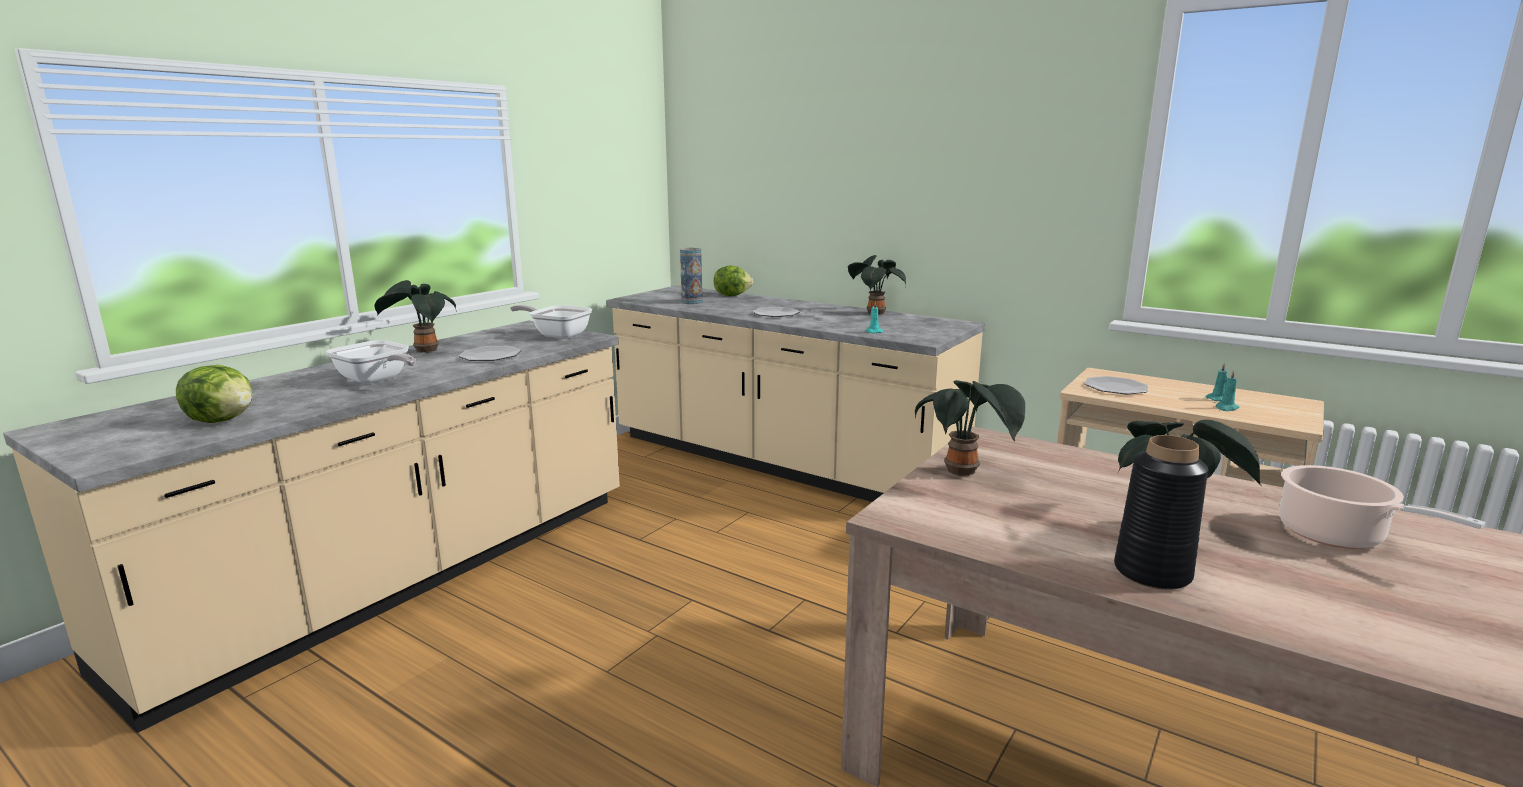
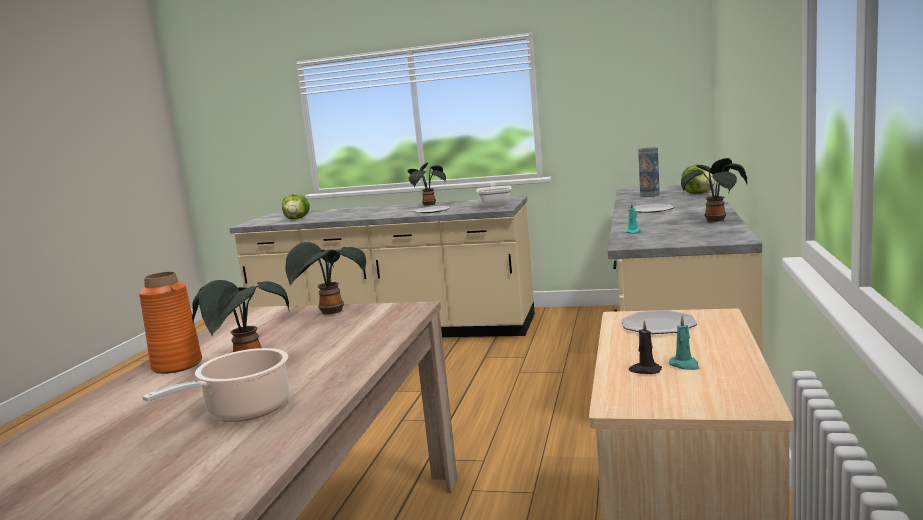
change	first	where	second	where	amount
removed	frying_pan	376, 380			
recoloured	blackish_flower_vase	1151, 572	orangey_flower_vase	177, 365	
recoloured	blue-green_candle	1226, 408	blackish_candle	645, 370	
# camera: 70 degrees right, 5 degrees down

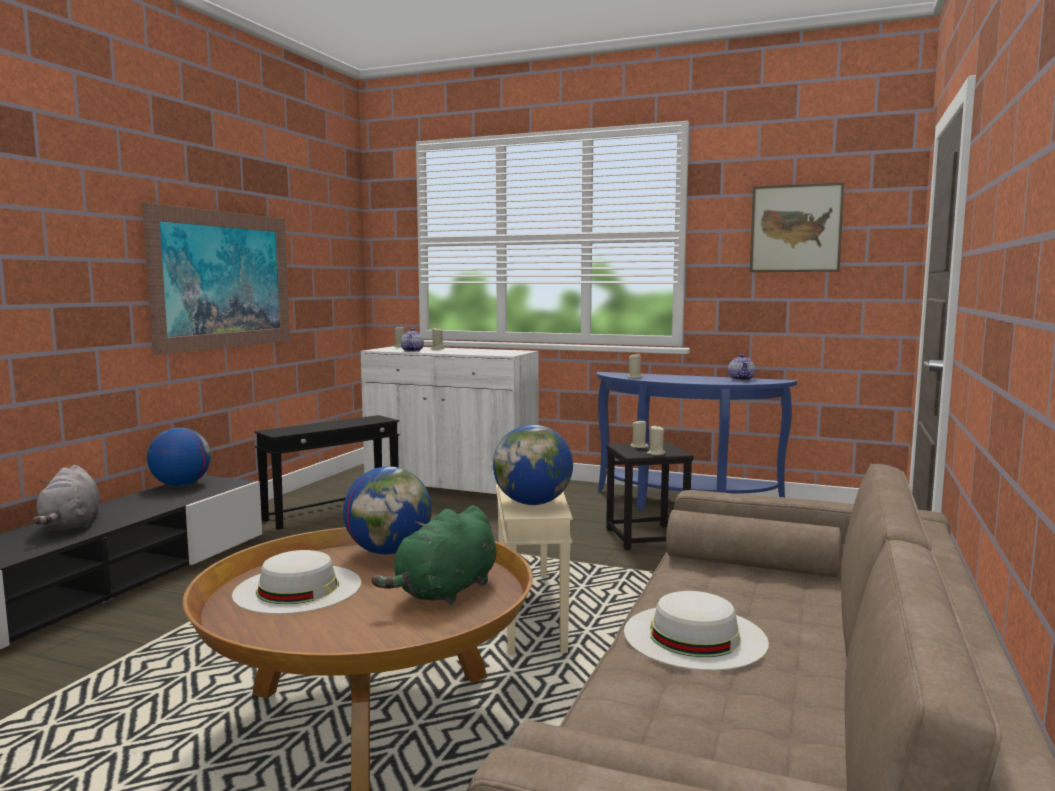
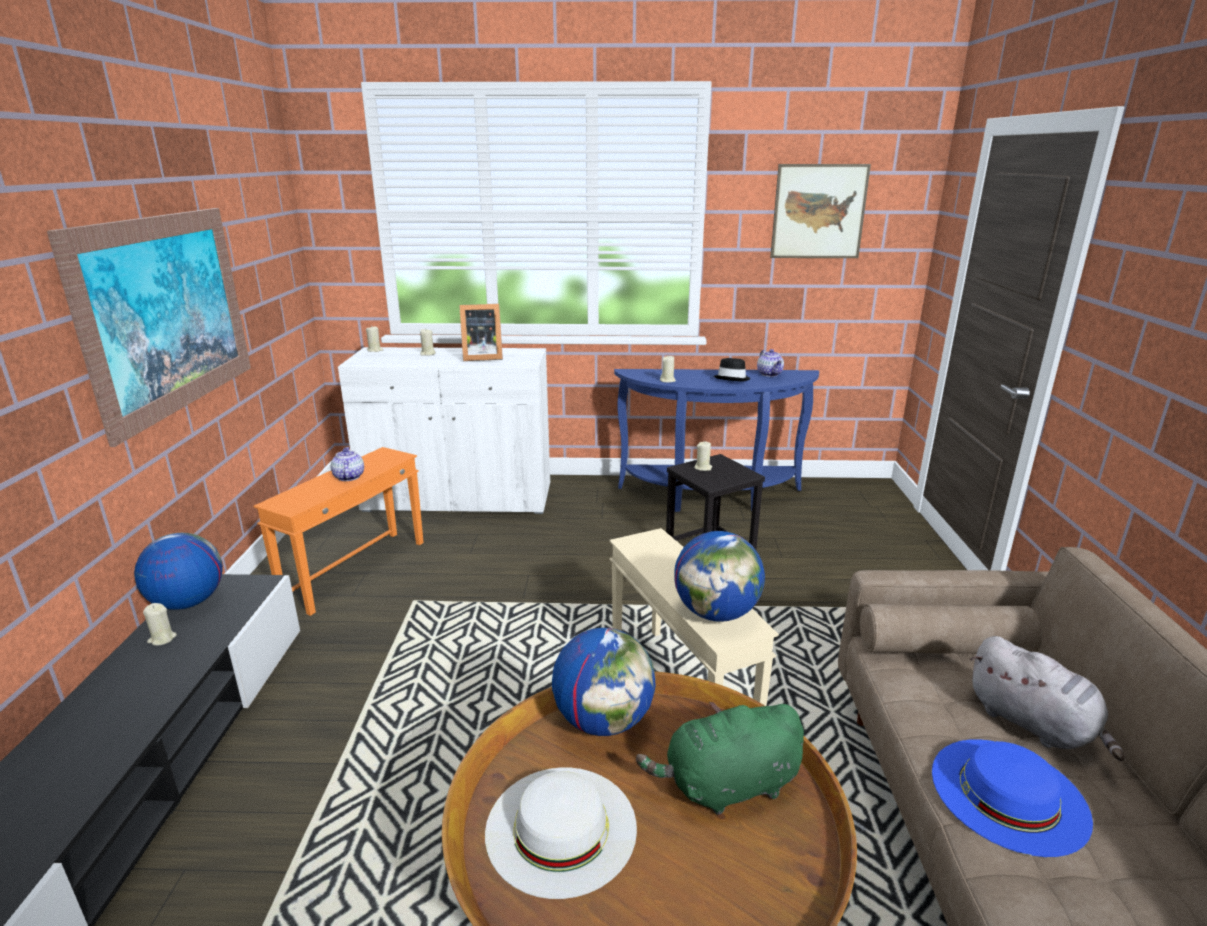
change	first	where	second	where	amount
added			photo_frame	481, 357	
added			blackish_hat	732, 378	
moved	greyish_plush_toy	71, 525		1034, 725	
moved	pot_for_tea	412, 351		348, 477	
moved	sand-coloured_candle	656, 453		162, 639	
recoloured	blackish_accent_table	333, 512	orangey_accent_table	357, 571	
recoloured	whitish_hat	694, 636	blue_hat	1008, 794	
turned	green-coloured_plush_toy	445, 592		726, 786	60 degrees clockwise
# camera: 20 degrees left, 15 degrees up

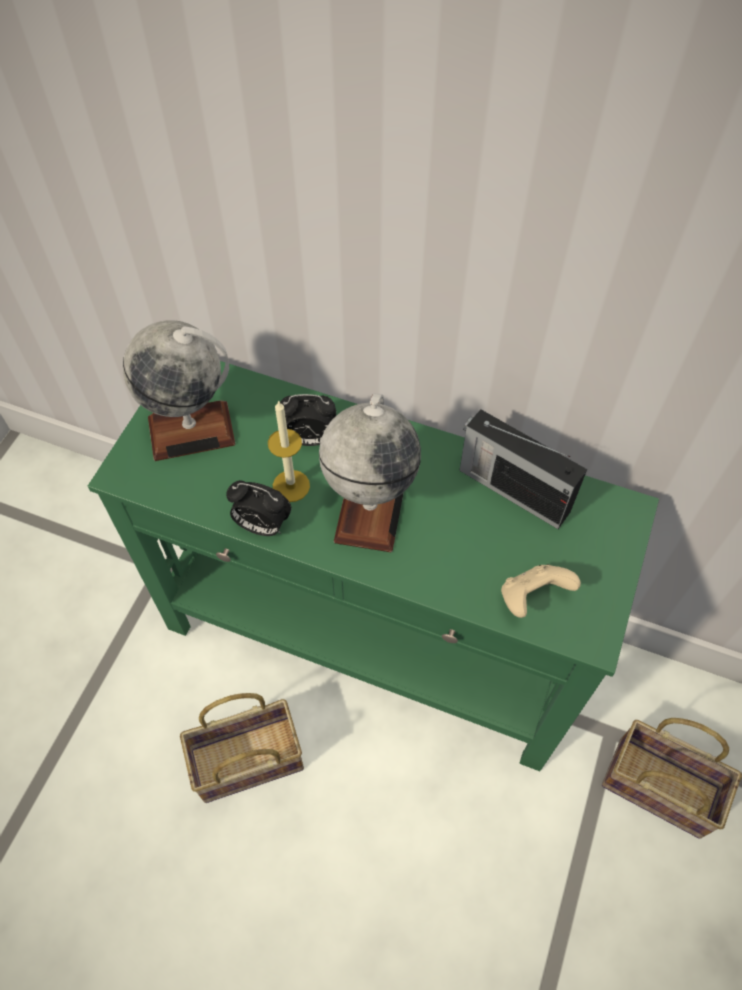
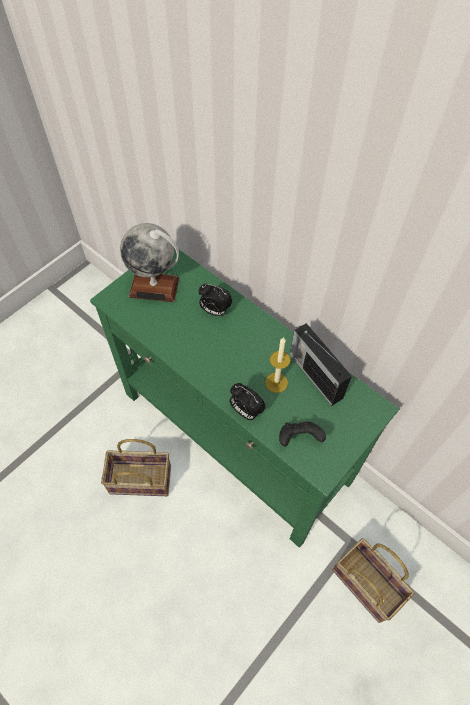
change	first	where	second	where	amount
removed	world_globe	370, 510			
moved	table_clock	262, 525		245, 411	
moved	candle	291, 486		276, 382	
recoloured	sand-coloured_joypad	532, 597	blackish_joypad	299, 438	
# camera: 20 degrees right, 0 degrees up

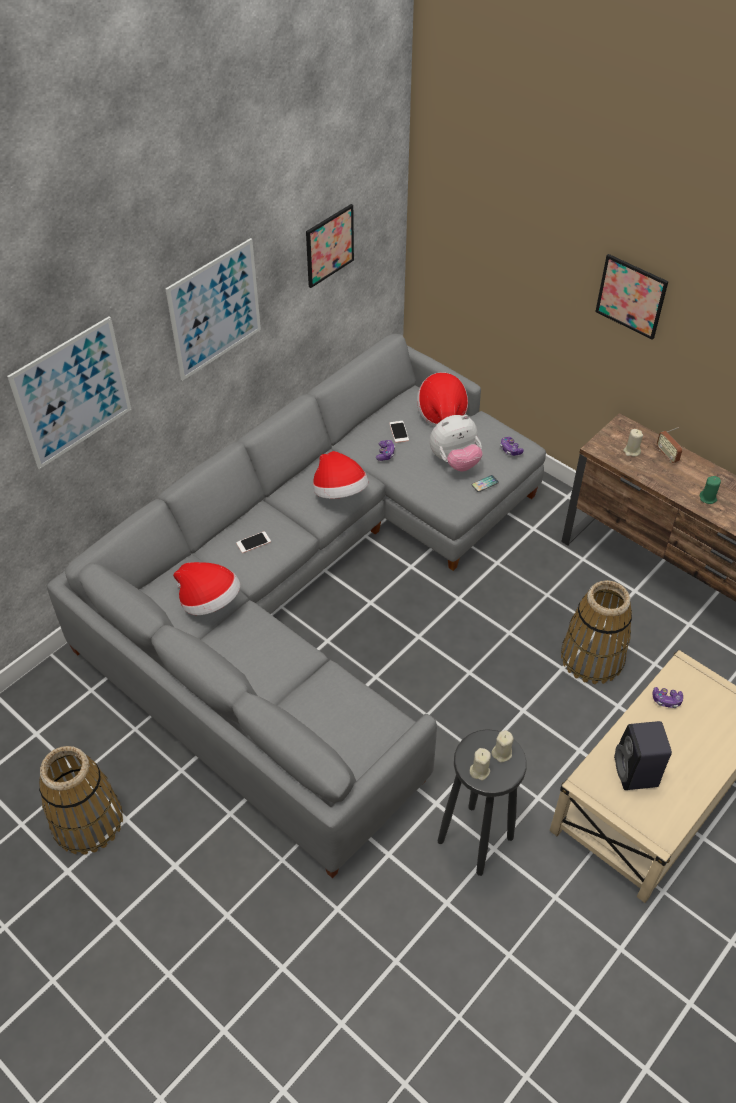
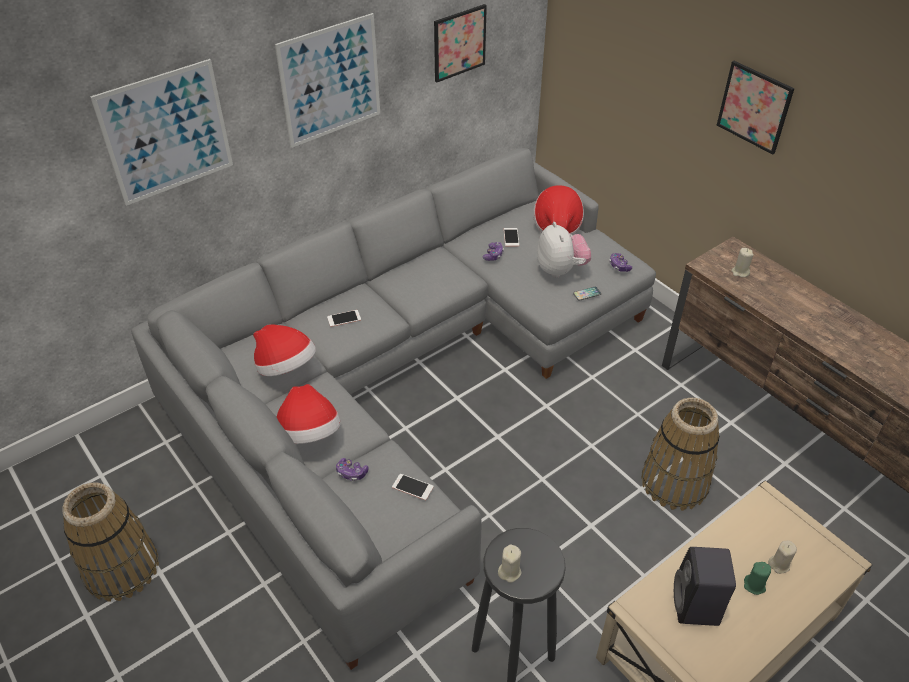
change	first	where	second	where	amount
removed	radio_receiver	667, 455			
added			phone	412, 487	
moved	hat	340, 493		309, 434	
moved	sand-coloured_candle	502, 753		779, 564	
moved	joypad	666, 700		351, 473	
moved	green-coloured_candle	708, 498		754, 585	
turned	plush_toy	455, 461		561, 270	90 degrees counterclockwise
# camera: 10 degrees right, 5 degrees down

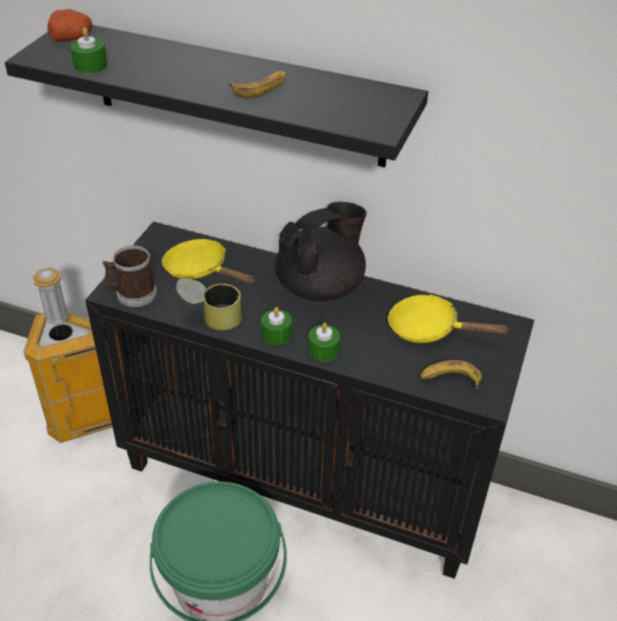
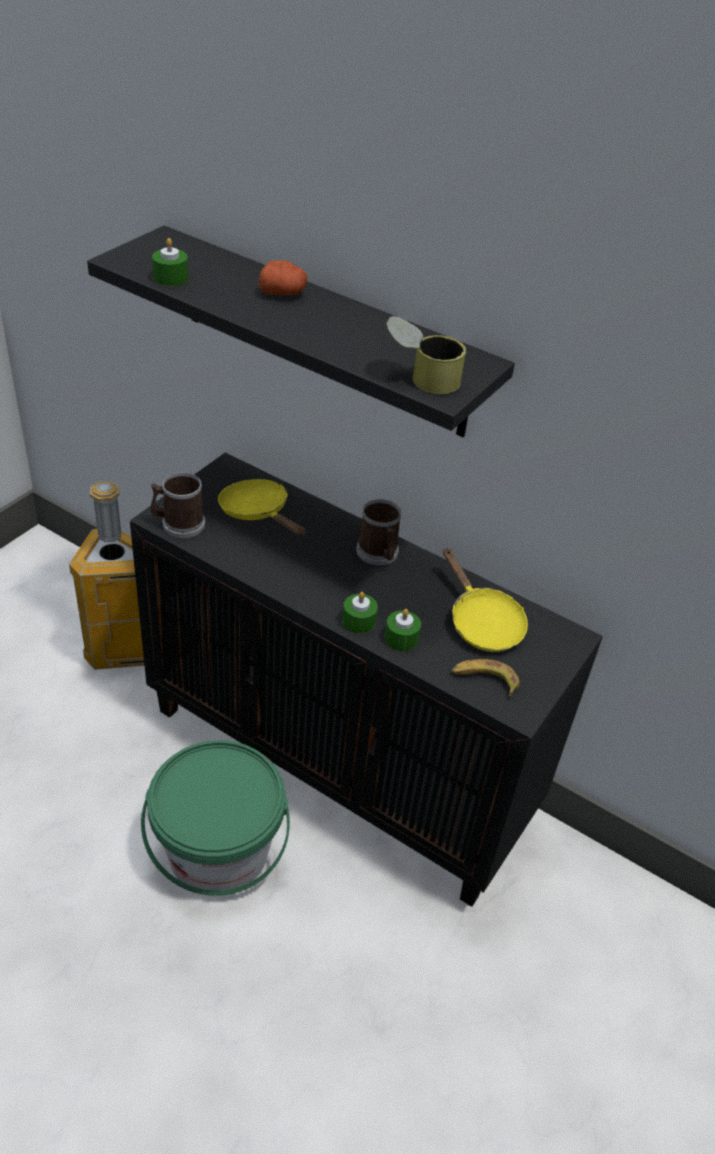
change	first	where	second	where	amount
removed	banana	261, 88			
moved	potato	72, 38		283, 293	
moved	metal_can	211, 317		421, 378	
moved	green-coloured_candle	276, 334		401, 638	
replaced	blackish_pot_for_tea	321, 286	tea_mug	379, 554	
turned	yellowish_frying_pan	429, 329		481, 622	150 degrees counterclockwise
# camera: 10 degrees right, 0 degrees up

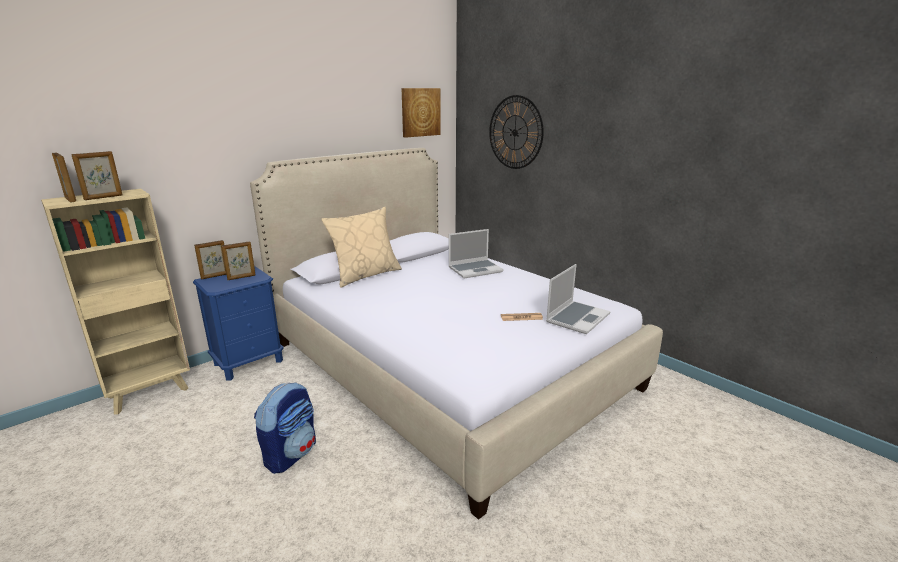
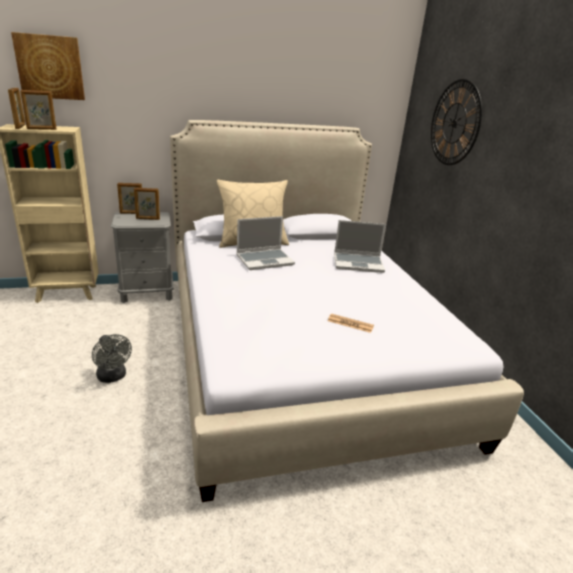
change	first	where	second	where	amount
moved	wall_picture	420, 112		50, 67	
moved	notebook_computer	577, 318		265, 260	
replaced	rucksack	291, 454	greyish_cooling_fan	113, 377	
recoloured	blue_nightstand	249, 362	greyish_nightstand	147, 293	
# camera: 25 degrees right, 5 degrees up

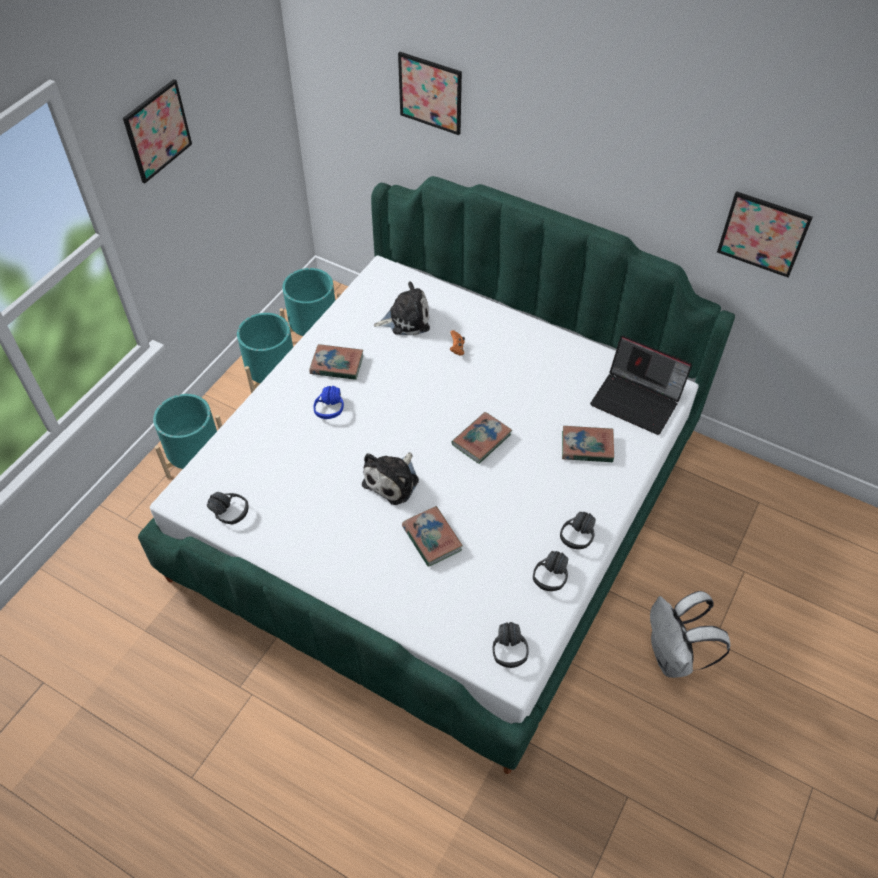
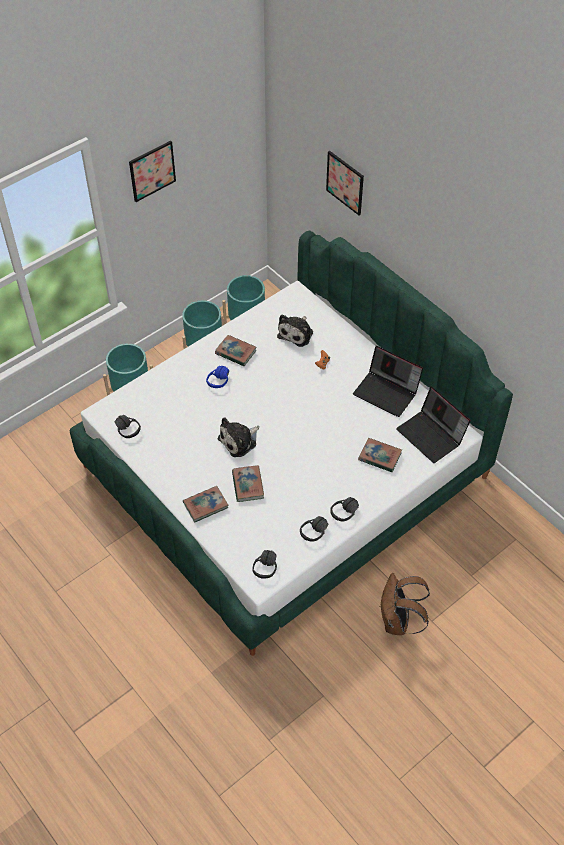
change	first	where	second	where	amount
removed	wall_picture	763, 234			
added			notebook_computer	387, 392	
moved	book	481, 440		205, 505	
recoloured	whitish_rucksack	673, 657	brown_rucksack	398, 622	
turned	plush_toy	406, 319		296, 333	105 degrees clockwise
# camera: 20 degrees right, 0 degrees up

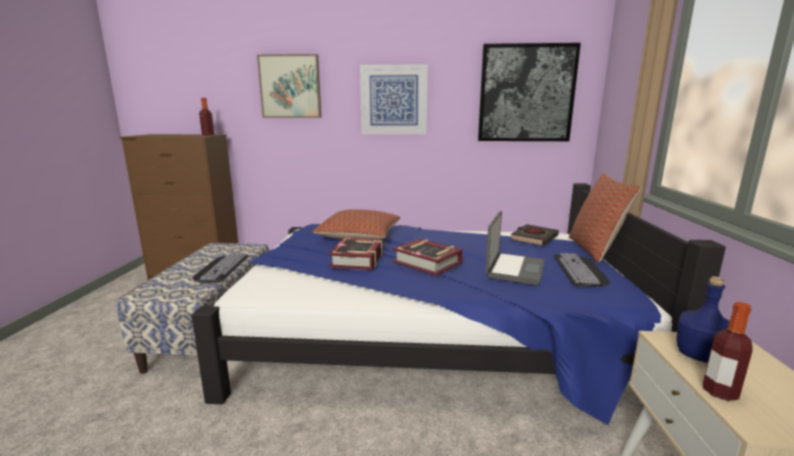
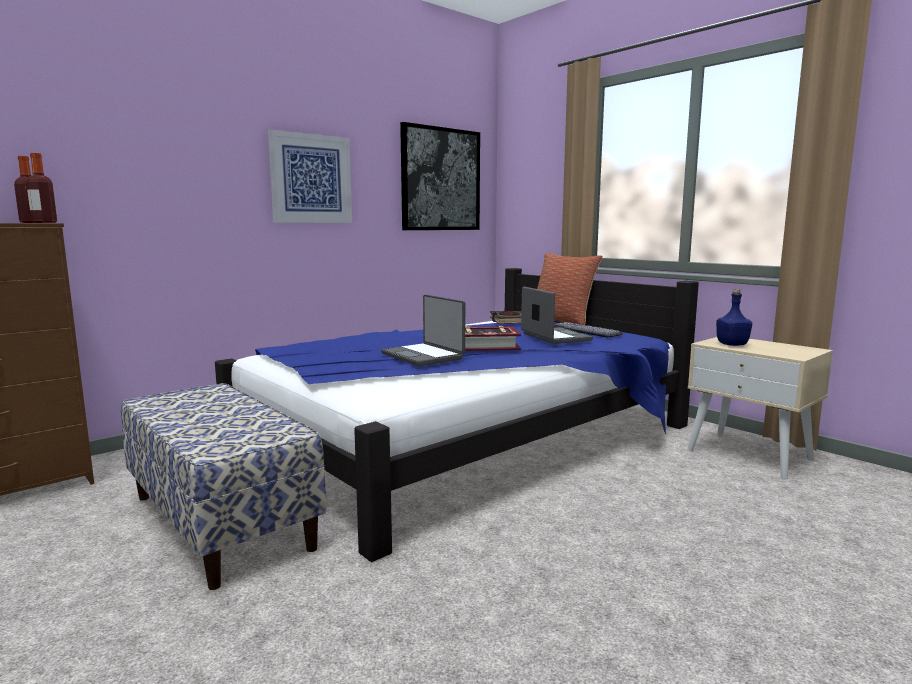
change	first	where	second	where	amount
removed	keyboard	220, 268			
removed	wall_picture	290, 86			
removed	pillow	359, 236			
moved	drink_bottle	719, 392		44, 222	
replaced	book	358, 259	notebook_computer	423, 356	
# camera: 45 degrees left, 5 degrees down

